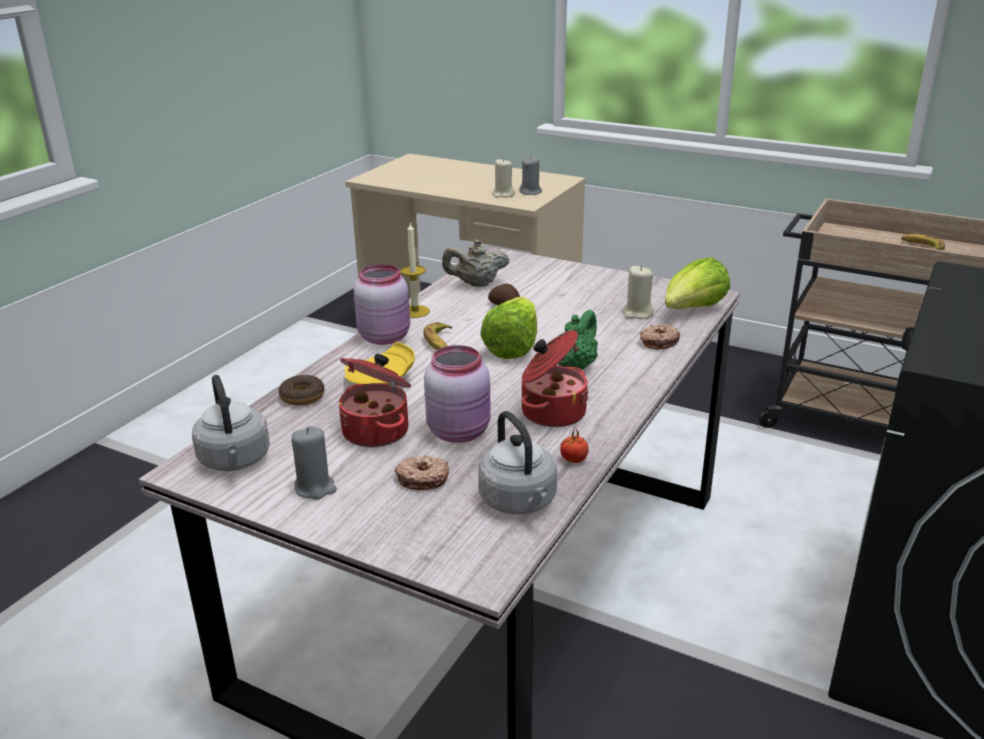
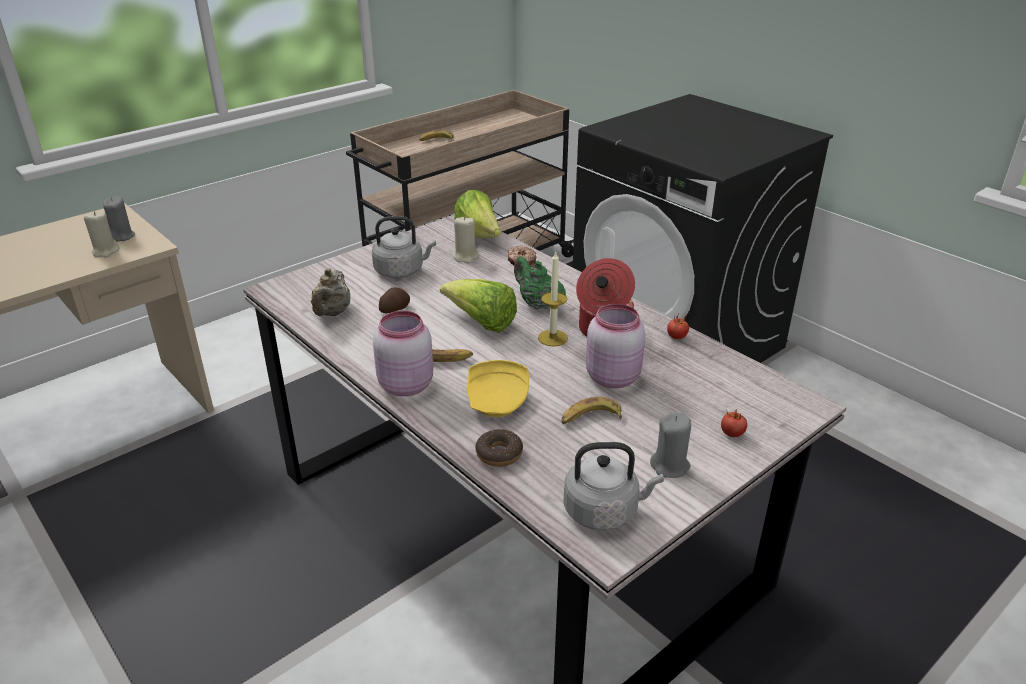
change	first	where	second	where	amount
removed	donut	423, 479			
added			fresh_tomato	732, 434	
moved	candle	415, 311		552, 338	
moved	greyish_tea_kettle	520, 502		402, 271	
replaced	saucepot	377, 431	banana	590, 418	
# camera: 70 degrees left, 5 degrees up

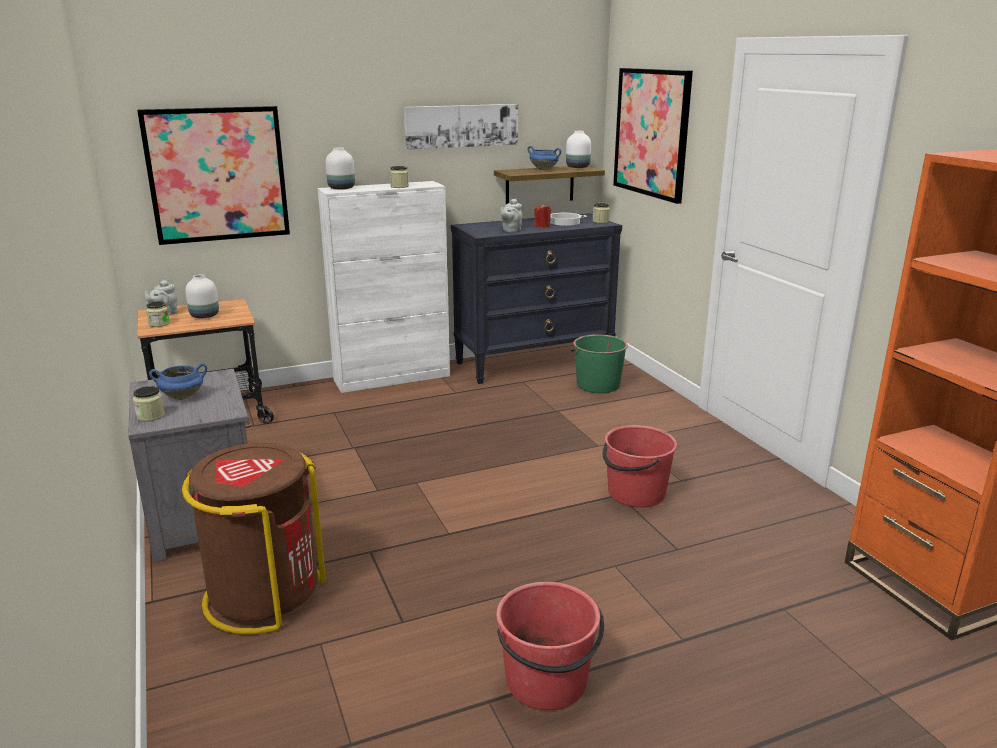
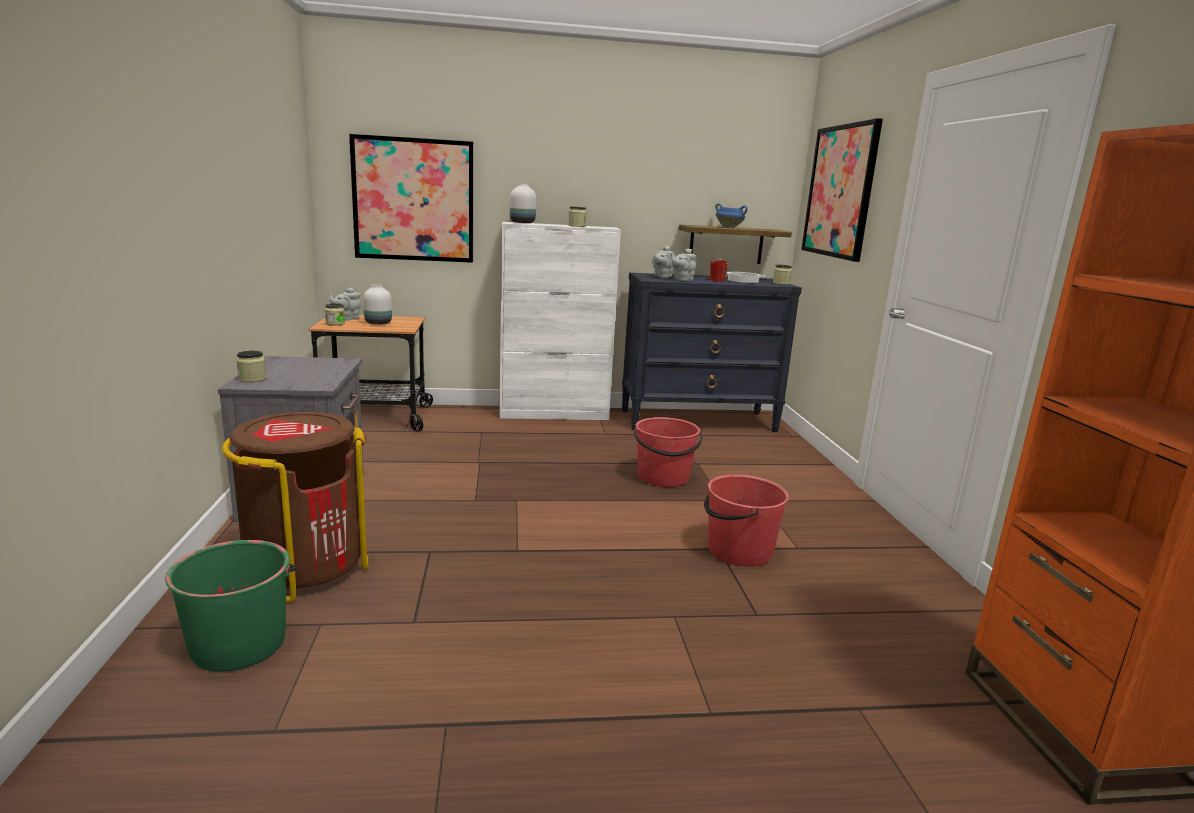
change	first	where	second	where	amount
removed	blue_saucepot	183, 396			
removed	wall_picture	461, 126			
removed	whitish_flower_vase	577, 167			
added			greyish_pot_for_tea	661, 276	
moved	red-coloured_water_bucket	547, 682		663, 477	
moved	green-coloured_water_bucket	597, 385		239, 643	
# camera: 15 degrees right, 5 degrees down

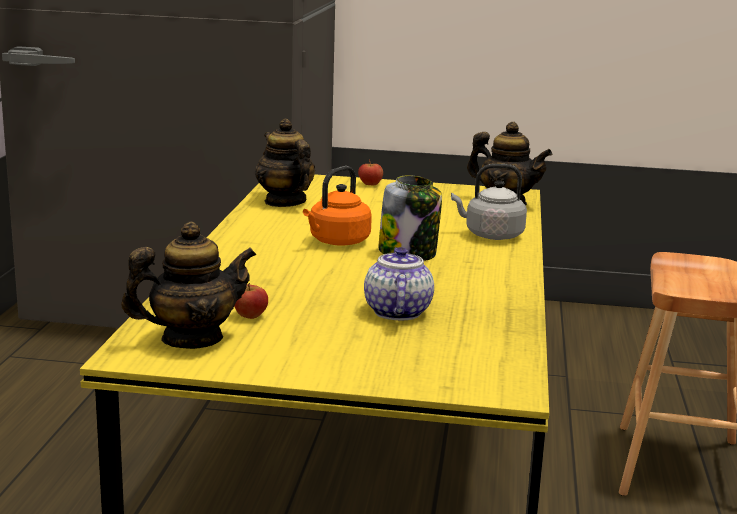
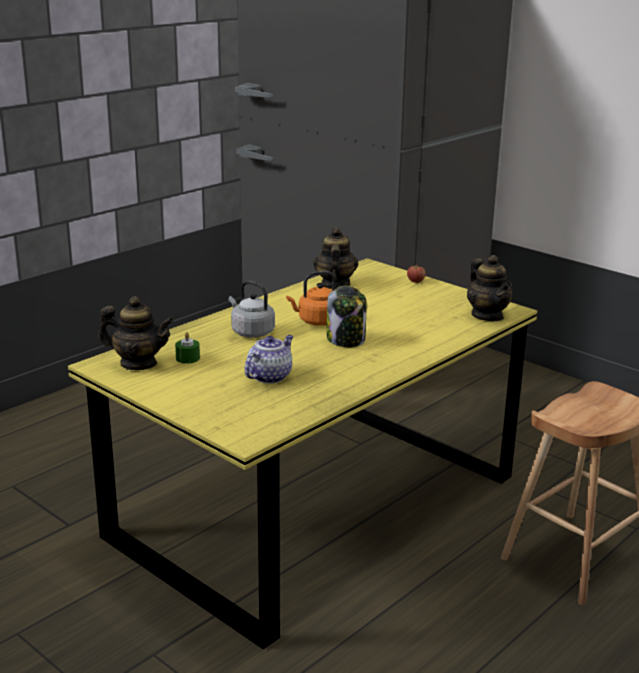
change	first	where	second	where	amount
moved	greyish_tea_kettle	491, 235		251, 332	
replaced	apple_fruit	250, 316	green-coloured_candle	187, 358	
# camera: 35 degrees right, 5 degrees up

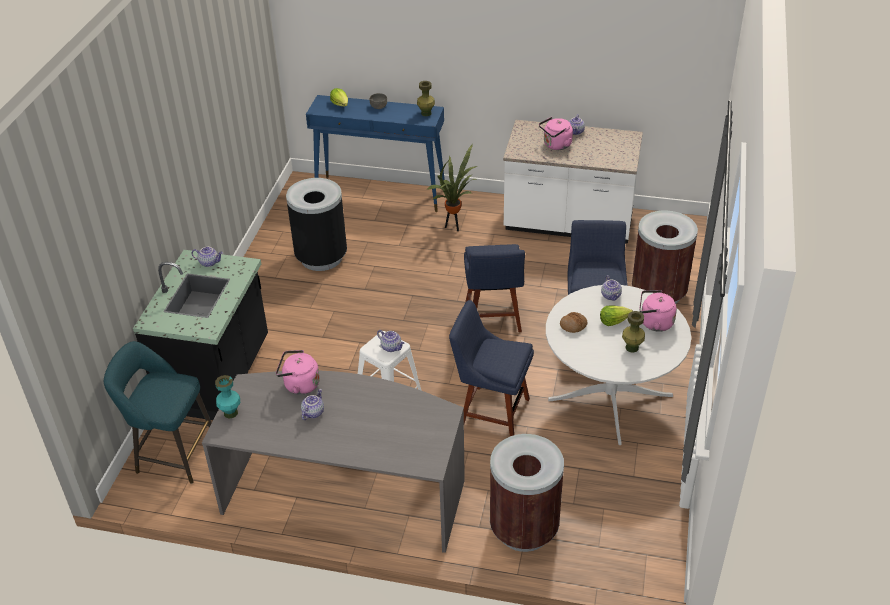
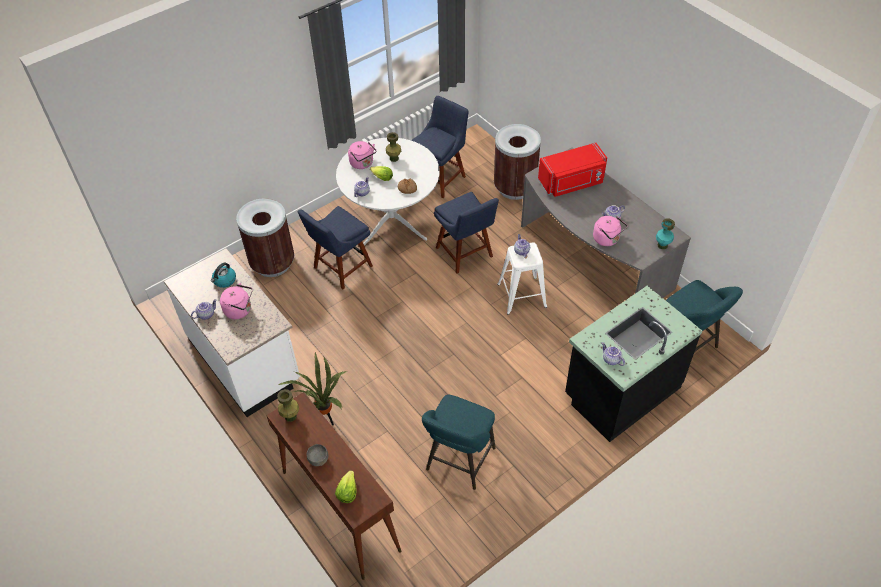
change	first	where	second	where	amount
added			tea_kettle	224, 280	
added			red-coloured_kitchen_microwave	572, 182	
moved	blue_chair	493, 319		440, 177	
replaced	blackish_trash_can	321, 257	blue-green_sitting_stool	459, 462	
recoloured	blue_console_table	381, 193	brown_console_table	339, 510	
# camera: 140 degrees left, 10 degrees up

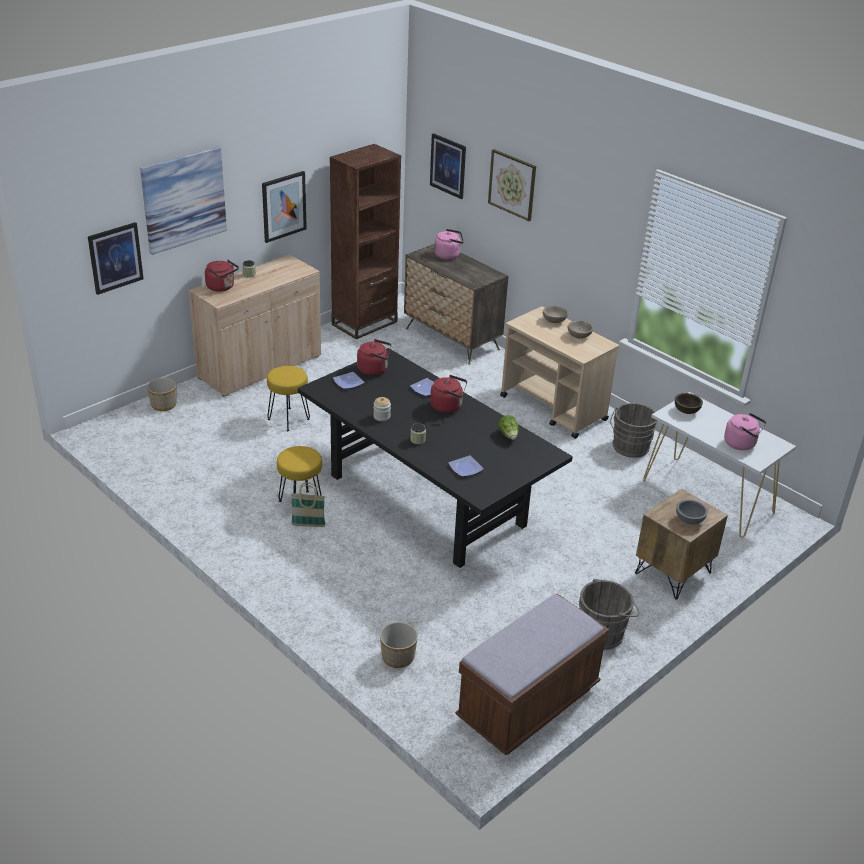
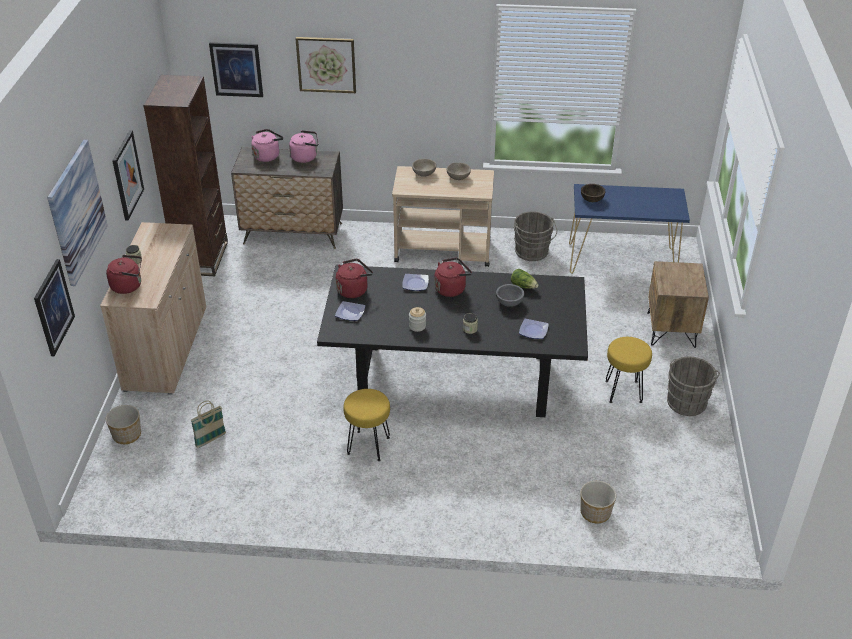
change	first	where	second	where	amount
removed	brown_long_seat	528, 704			
moved	yellowish_sitting_stool	288, 419		624, 391	
moved	household_basket	308, 525		210, 440	
moved	greyish_deep_dish	689, 520		509, 302	
moved	pink_tea_kettle	742, 444		305, 157	
recoloured	whitish_console_table	708, 497	blue_console_table	622, 261	
# camera: 40 degrees left, 5 degrees up

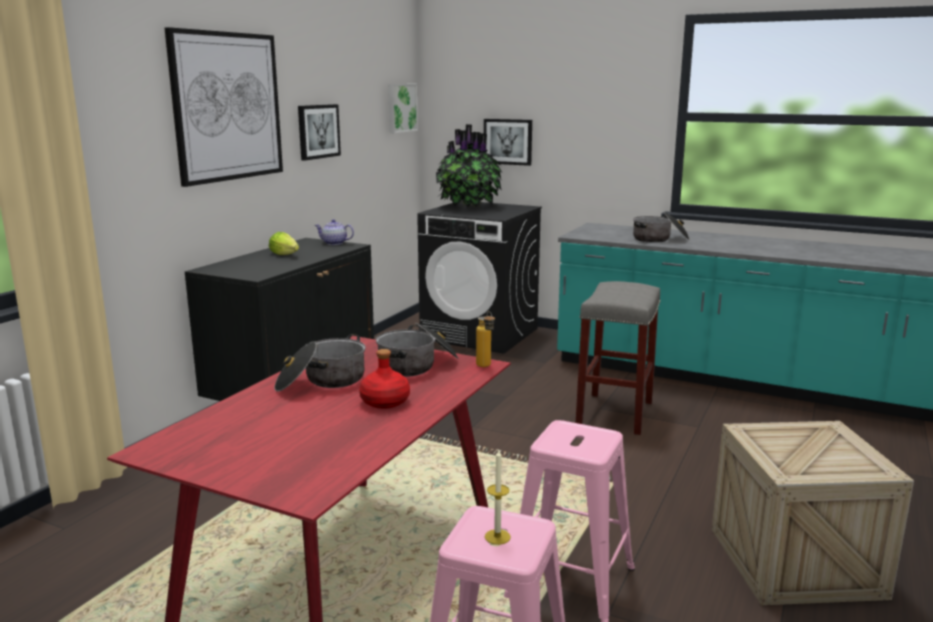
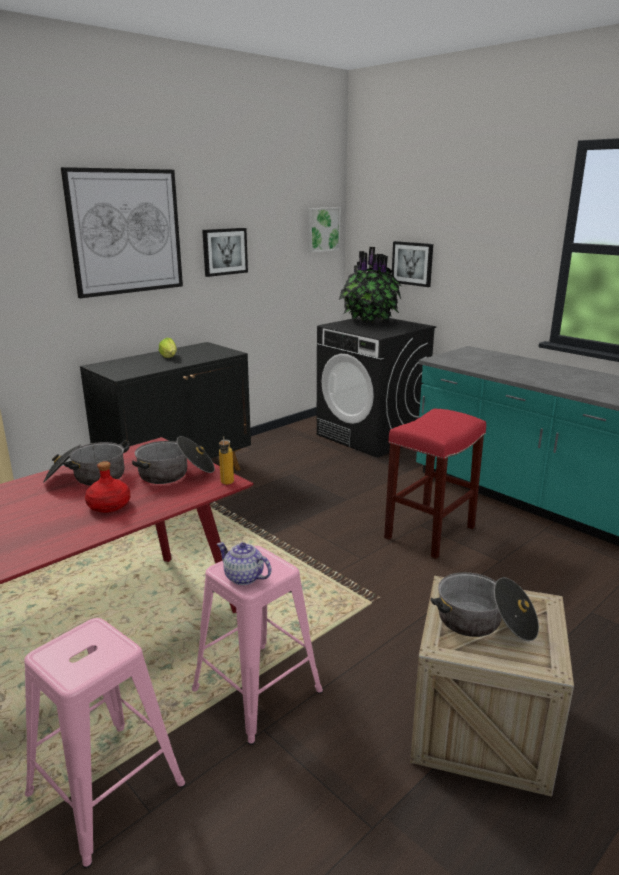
change	first	where	second	where	amount
removed	candle	497, 537			
moved	pot_for_tea	334, 243		243, 577	
moved	saucepot	660, 239		484, 623	
recoloured	greyish_sitting_stool	614, 413	red-coloured_sitting_stool	430, 532	
# camera: 20 degrees right, 5 degrees up

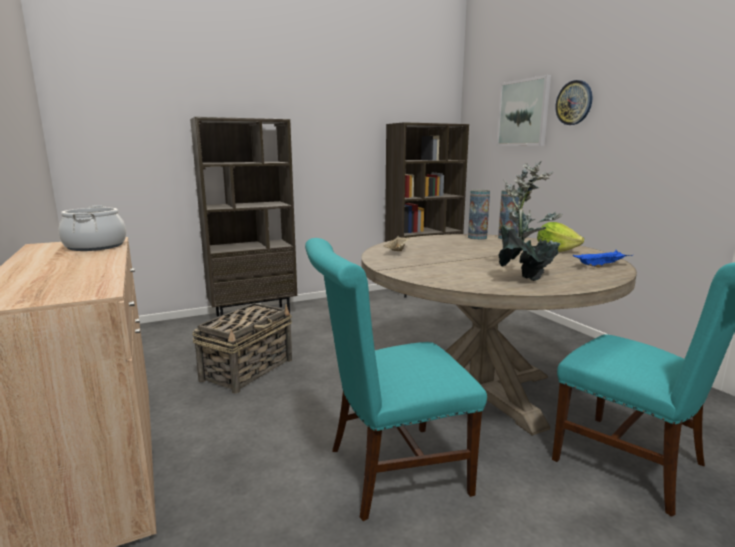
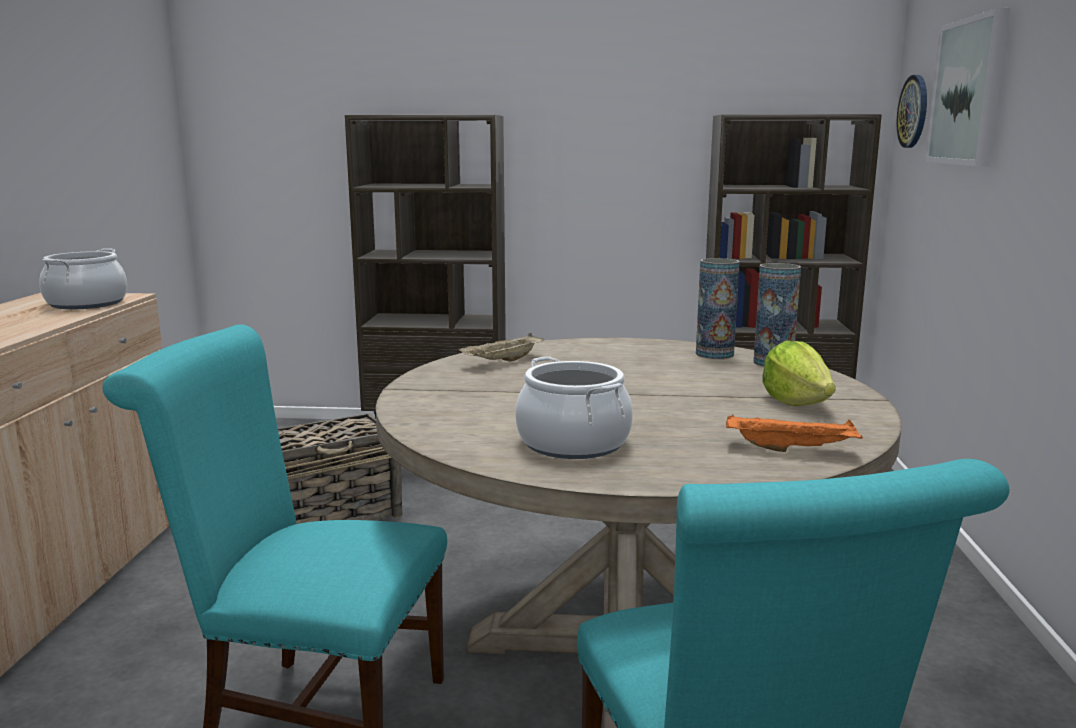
change	first	where	second	where	amount
moved	clock_on_the_wall	574, 103		914, 111	
replaced	potted_plant	524, 277	saucepot	573, 443	
recoloured	blue_tray	601, 266	orangey_tray	792, 449	
# camera: 30 degrees right, 0 degrees up

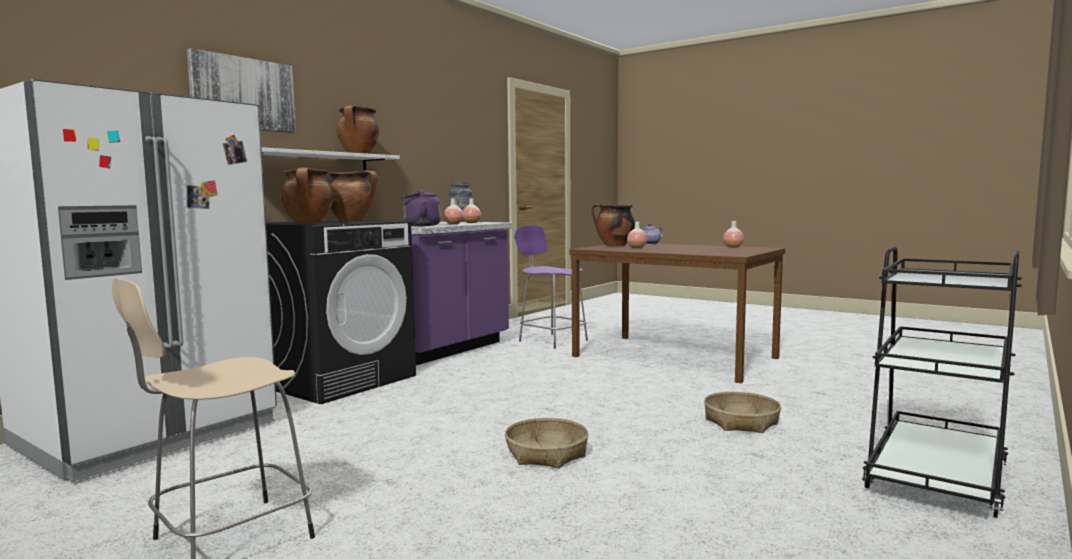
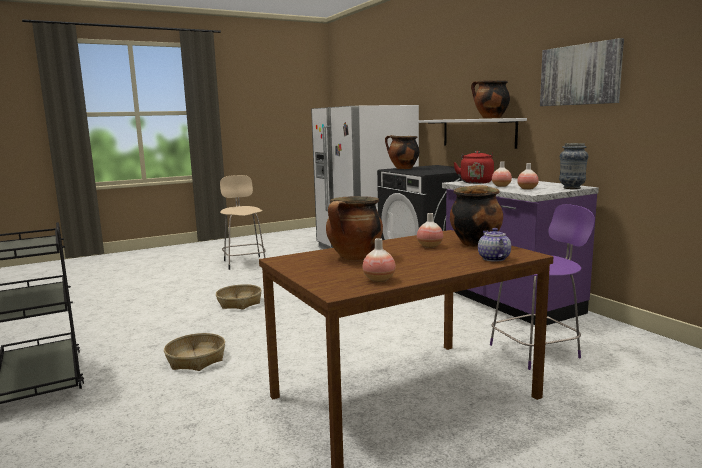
change	first	where	second	where	amount
moved	wall_picture	243, 94		580, 75	
moved	saucepot	353, 221		354, 258	
recoloured	purplish_tea_kettle	419, 225	red-coloured_tea_kettle	476, 182	
# camera: 115 degrees right, 5 degrees up

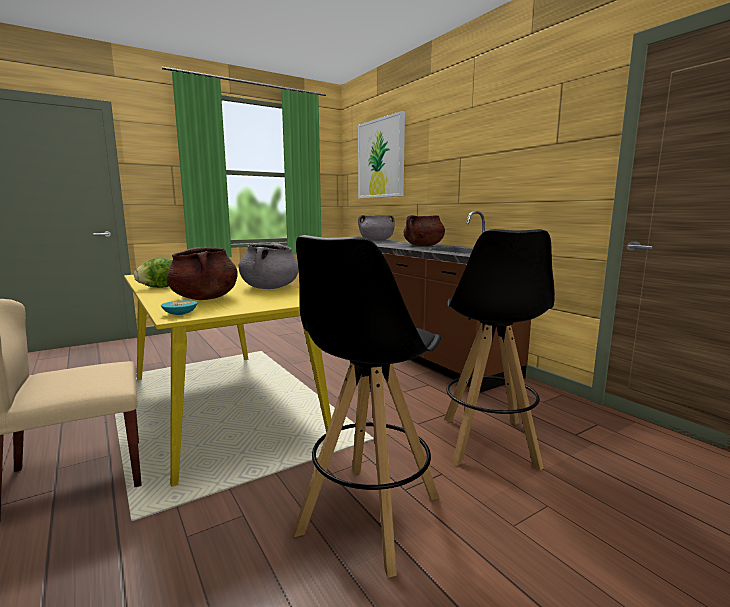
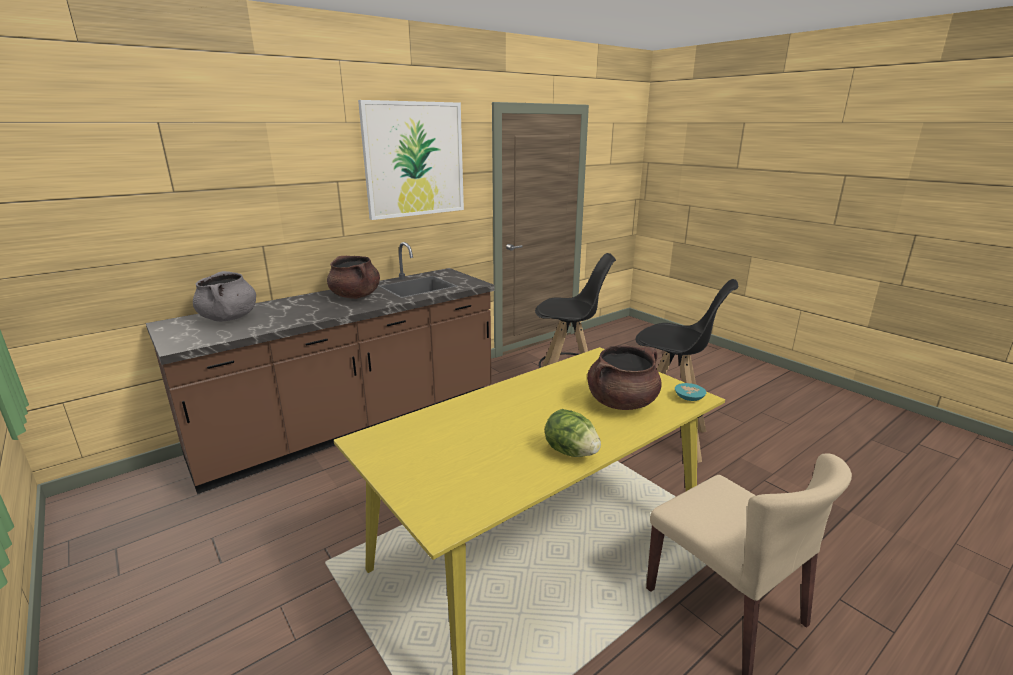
change	first	where	second	where	amount
removed	greyish_saucepot	270, 288			
moved	wall_picture	381, 158		414, 159	
# camera: 95 degrees left, 10 degrees up

